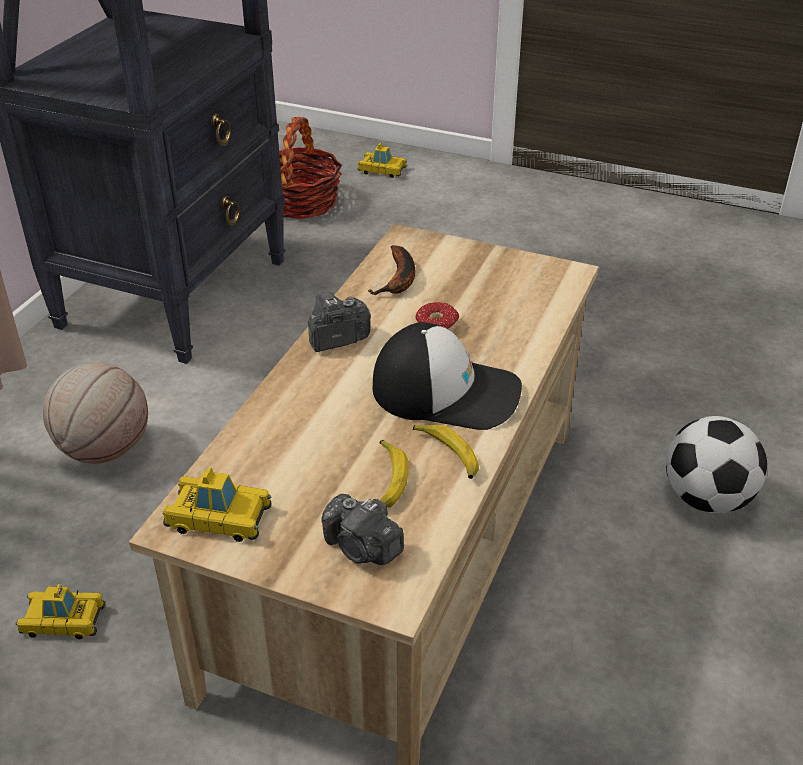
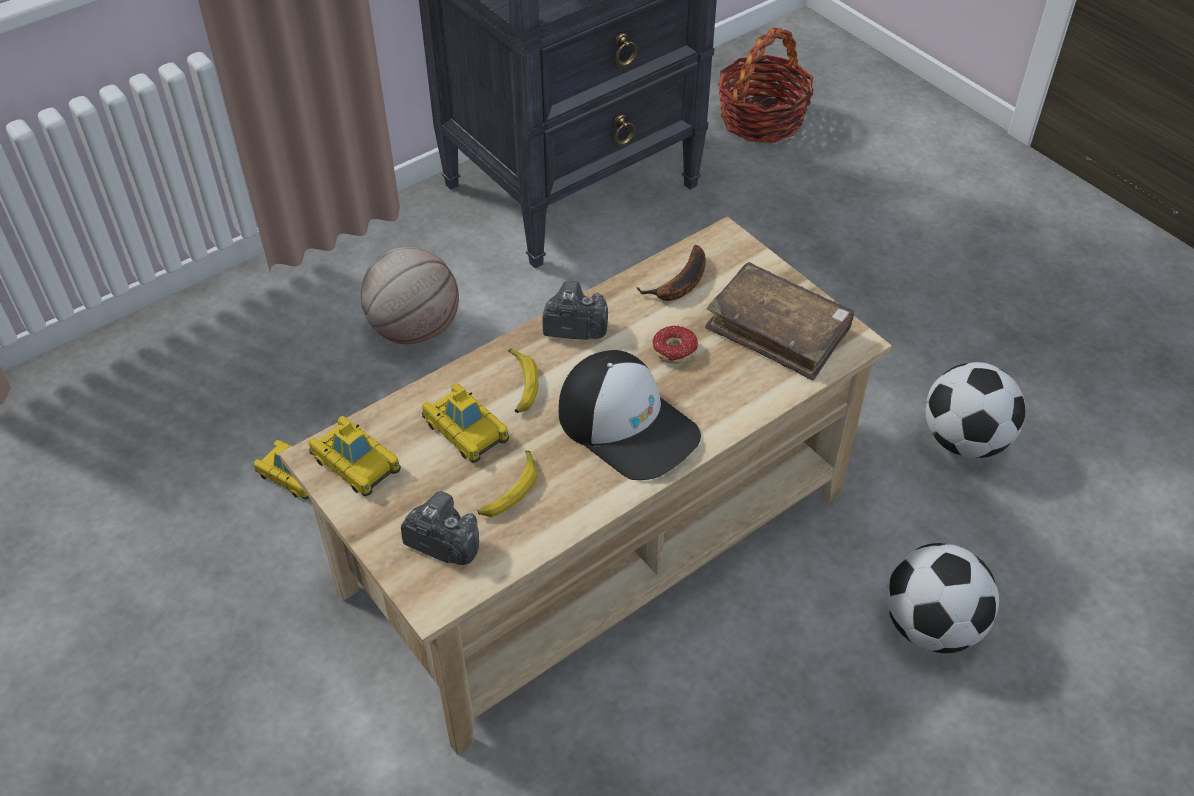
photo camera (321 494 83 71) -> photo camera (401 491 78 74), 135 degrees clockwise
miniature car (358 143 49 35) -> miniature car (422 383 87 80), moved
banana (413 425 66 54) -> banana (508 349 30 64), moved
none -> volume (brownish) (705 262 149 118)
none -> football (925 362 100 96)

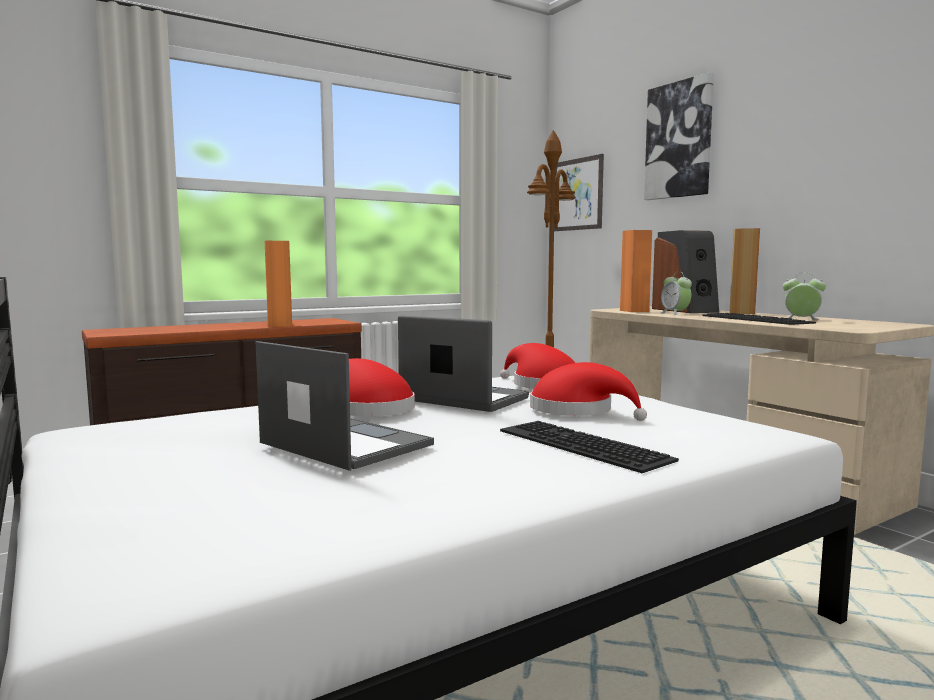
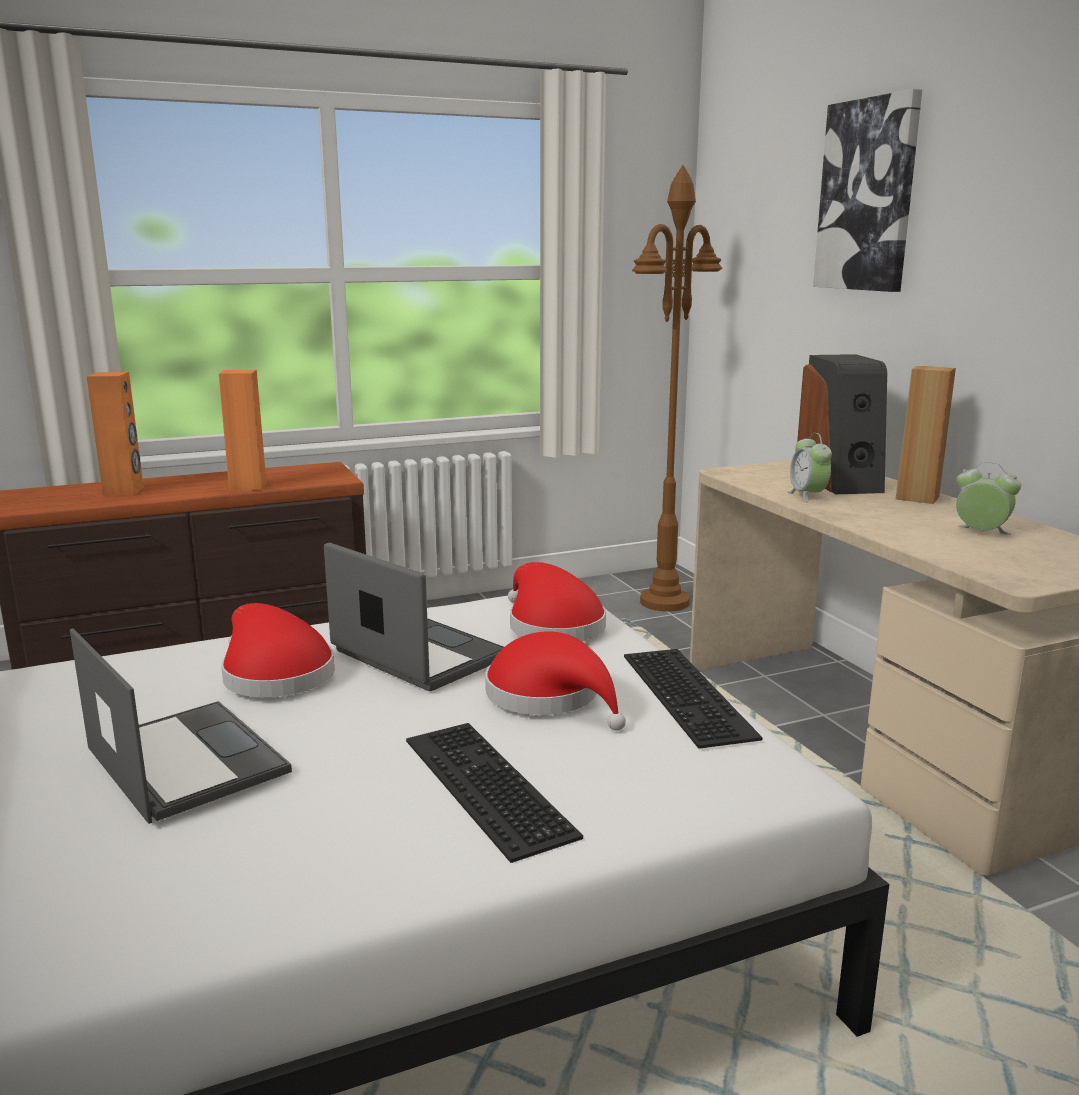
wall picture (554 154 50 77) -> none
speaker (orange-coloured) (620 230 32 82) -> speaker (orange-coloured) (87 372 57 124), moved
keyboard (703 313 113 12) -> keyboard (624 649 139 100), moved

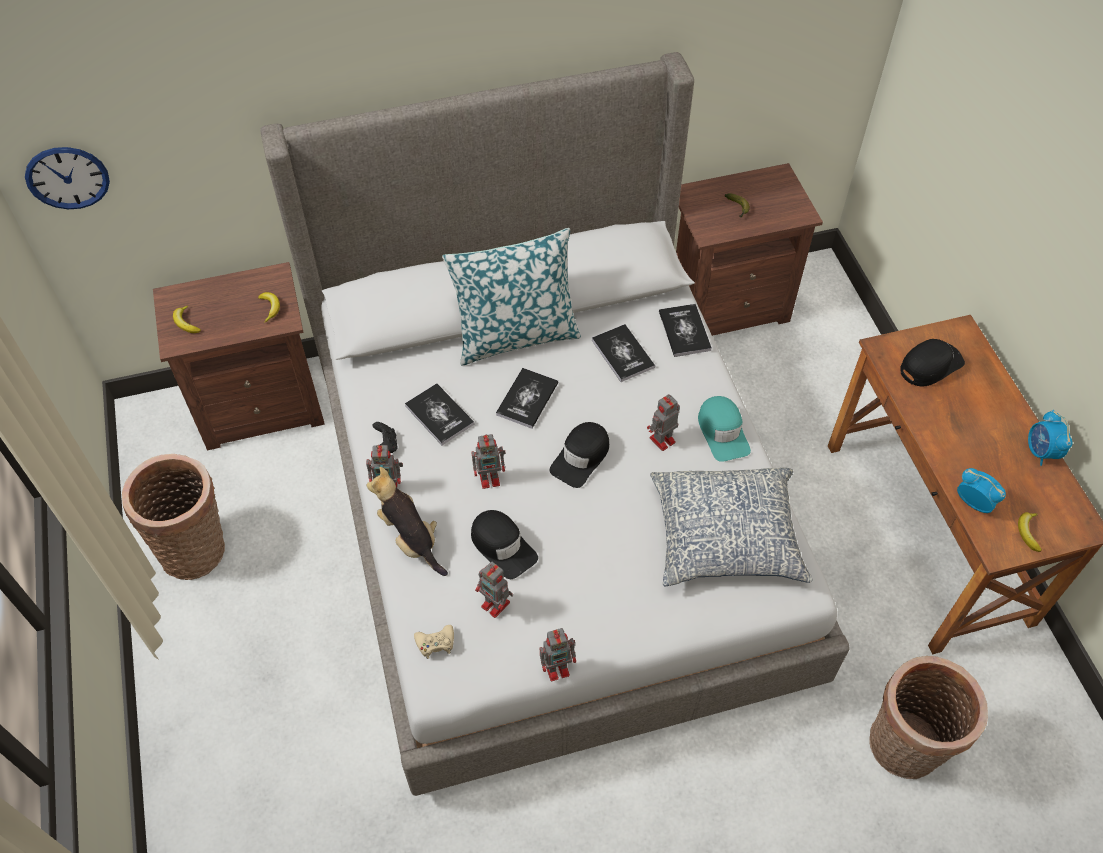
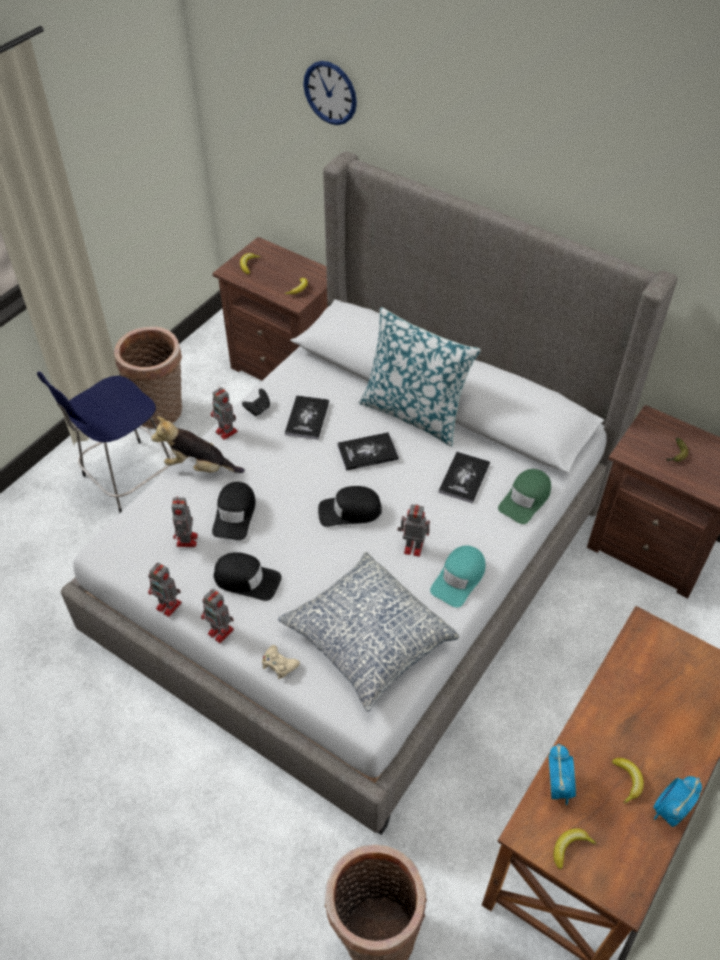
hanging clock (25 147 85 62) -> hanging clock (303 61 54 64), moved
cuddly toy (367 467 81 109) -> cuddly toy (151 416 93 57), 90 degrees counterclockwise
joypad (beige-coloured) (414 625 40 34) -> joypad (beige-coloured) (262 645 38 34), moved
robot figure (471 434 34 55) -> robot figure (201 589 33 54), moved
volume (659 304 53 53) -> cap (green-coloured) (498 469 53 55)
cap (black-coloured) (900 339 65 48) -> cap (black-coloured) (213 552 68 49), moved
none -> stool seat (blue-coloured) (37 371 137 142)
none -> banana (612 758 32 46)

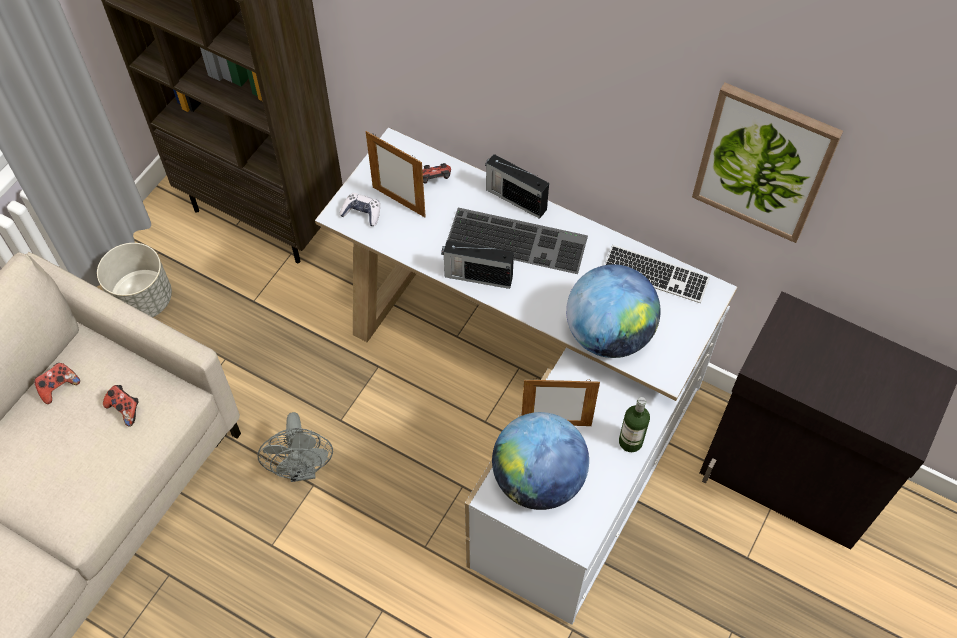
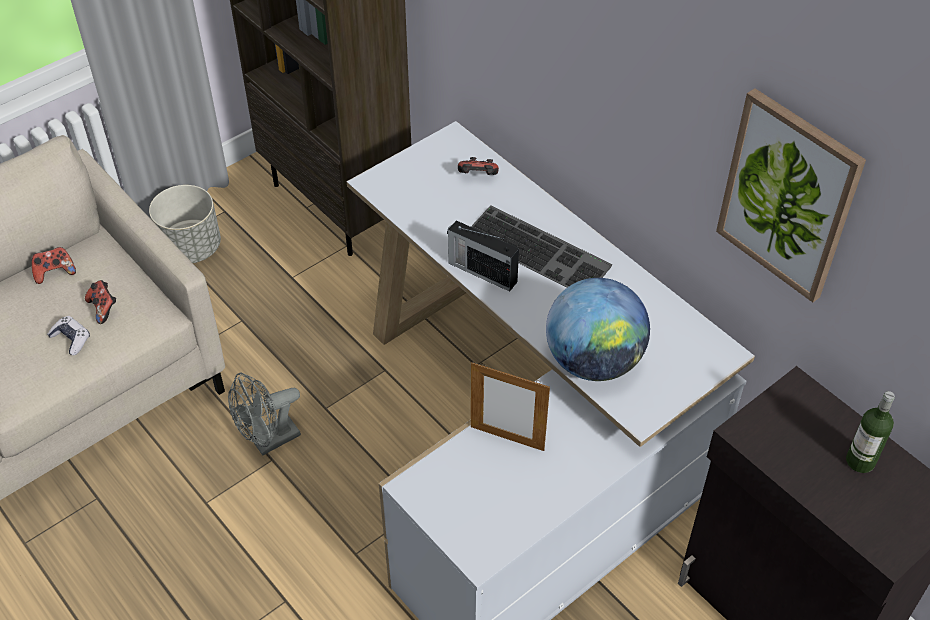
electric fan (gray) (257 412 76 70) -> electric fan (gray) (228 372 73 84), 45 degrees clockwise
joypad (339 193 41 33) -> joypad (47 316 43 39), moved
standing frame (366 131 60 86) -> none
radio receiver (485 154 64 65) -> none
world globe (492 412 97 98) -> none
keyboard (605 245 105 58) -> none
drink bottle (619 397 31 55) -> drink bottle (846 391 49 82), moved

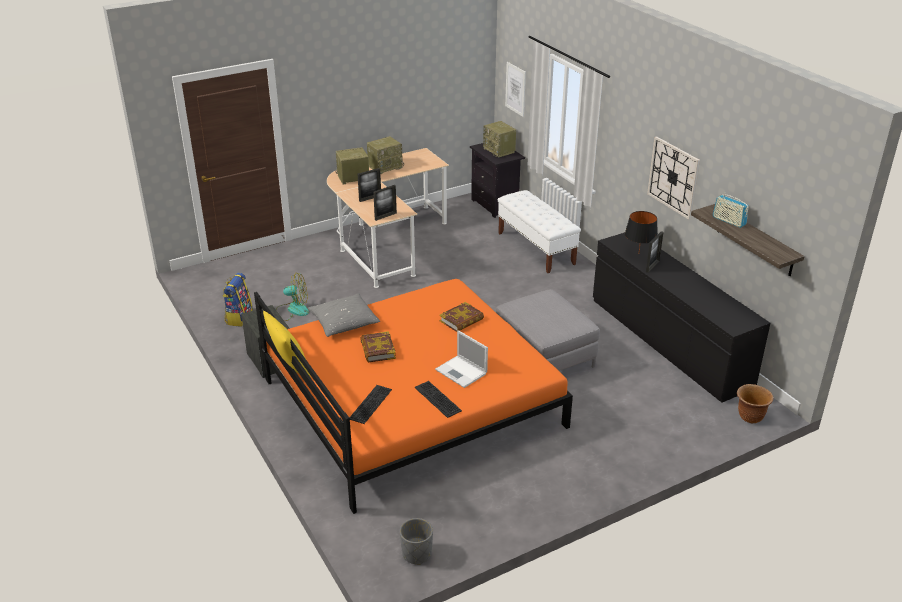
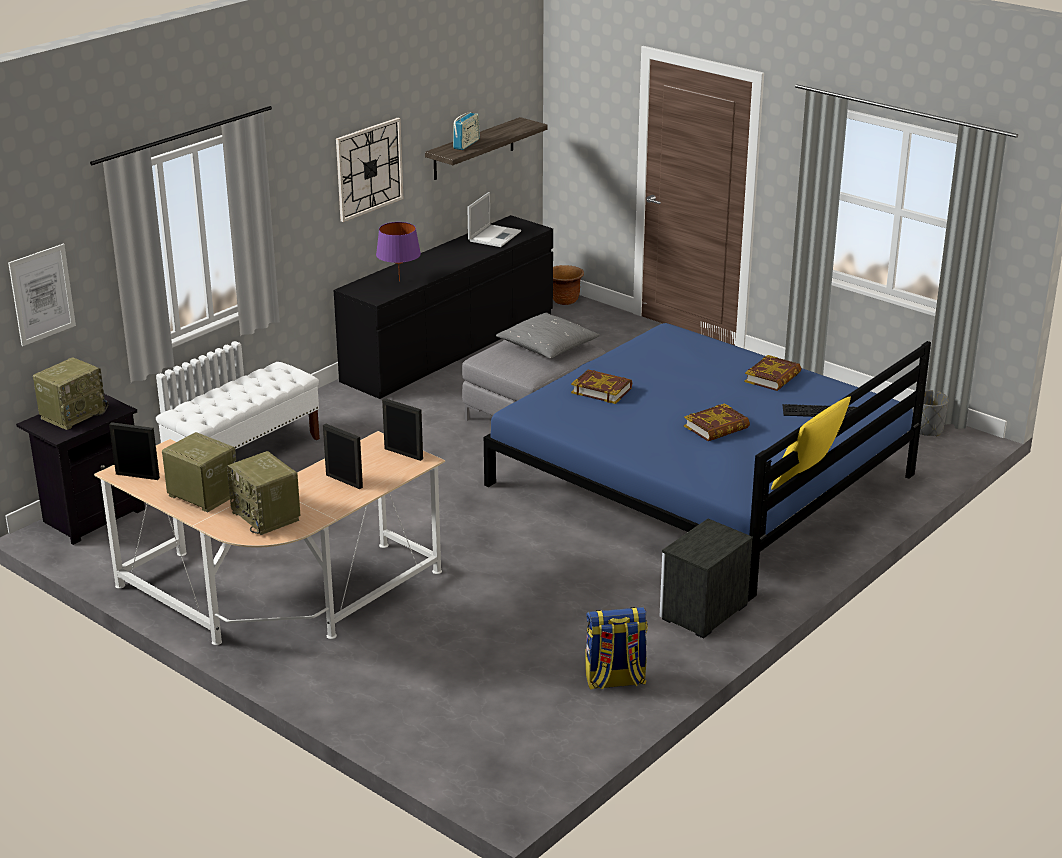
bedroom bed (orange-coloured) (254 279 319 235) -> bedroom bed (blue-coloured) (484 323 447 279)
electric fan (276 273 33 48) -> none
cushion (gray) (308 293 72 44) -> cushion (gray) (496 313 104 46), moved
keyboard (414 381 48 37) -> volume (745 355 57 36)
portable computer (435 330 53 58) -> portable computer (467 192 54 55), moved
tabletop lamp (black-coloured) (625 211 33 40) -> tabletop lamp (purplish) (376 222 45 59)
standing frame (646 231 18 42) -> standing frame (109 422 51 58), moved

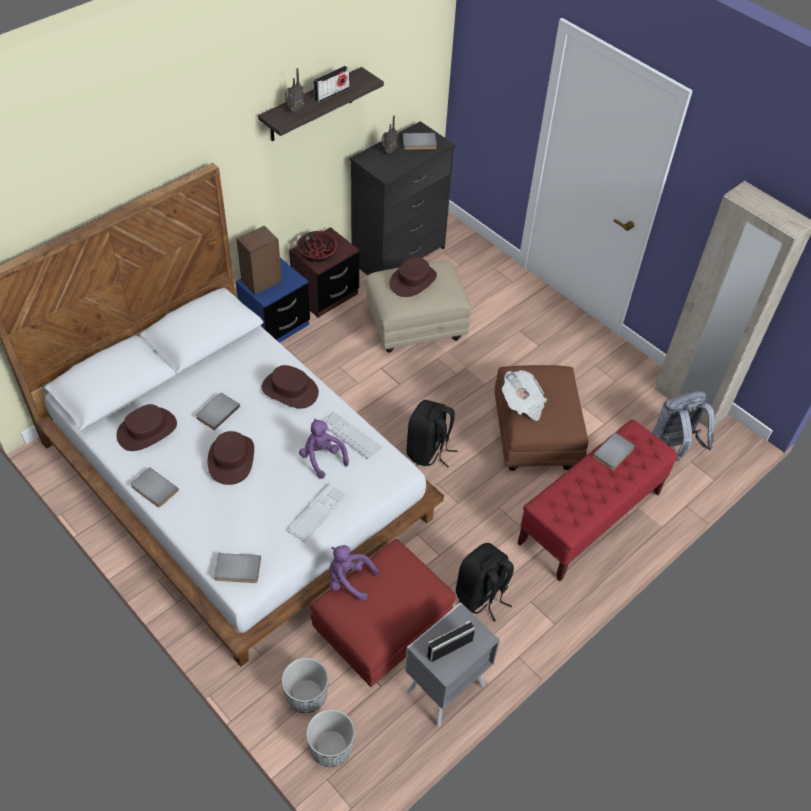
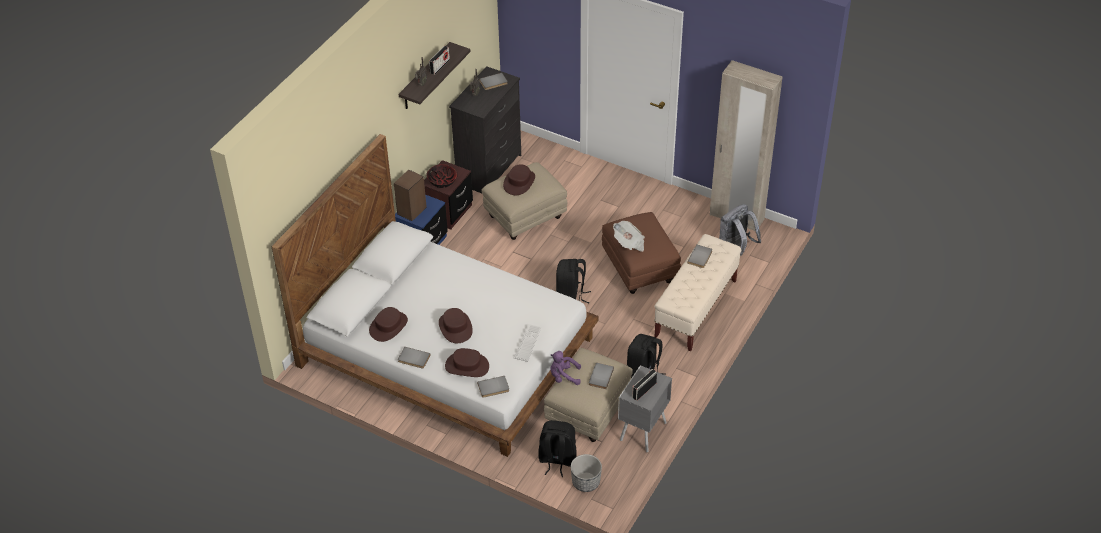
volume (gray) (196 393 44 37) -> volume (gray) (589 363 25 26), moved
clothing hat (brownish) (261 365 58 44) -> clothing hat (brownish) (445 348 44 29), moved
plant pot (282 658 47 55) -> backpack (black-coloured) (538 420 39 57)
cuddly toy (purplish) (299 419 50 60) -> none
footrest (red-coloured) (310 539 146 148) -> footrest (beige-coloured) (544 348 89 94)
keyboard (323 412 59 47) -> none
indoor bench (red-coloured) (518 420 160 161) -> indoor bench (beige-coloured) (654 234 87 117)

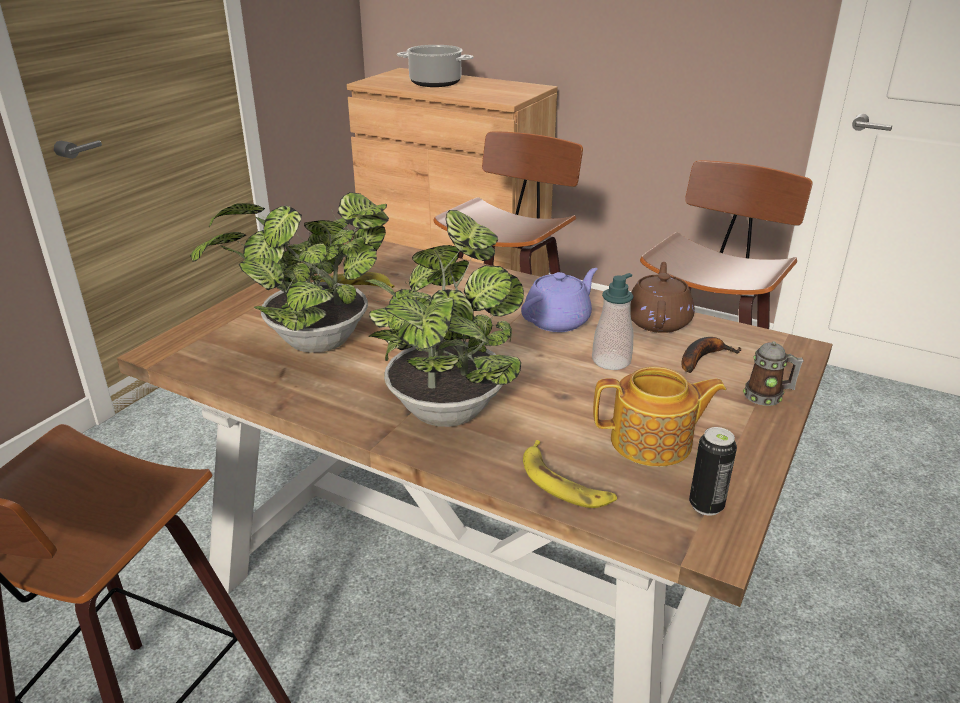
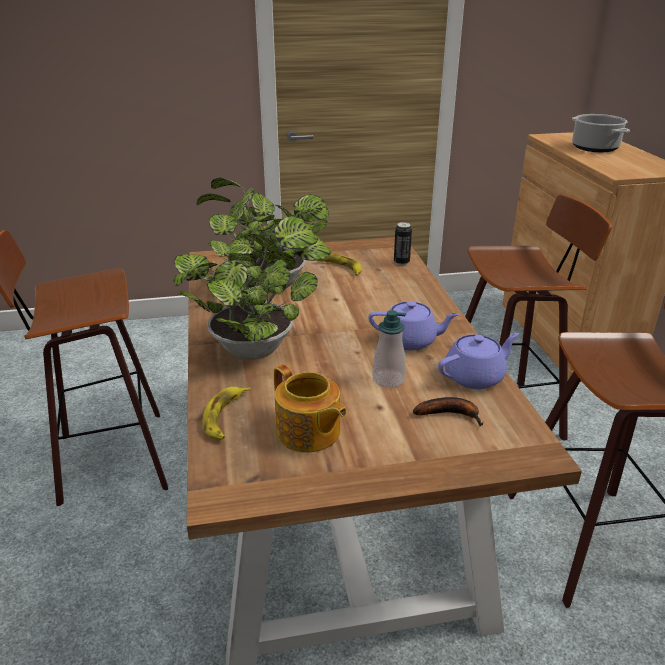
teapot (brownish) (630 262 65 71) -> teapot (purplish) (438 333 81 56)
can (689 427 48 89) -> can (394 222 18 43), moved
coffee mug (743 342 61 64) -> none

